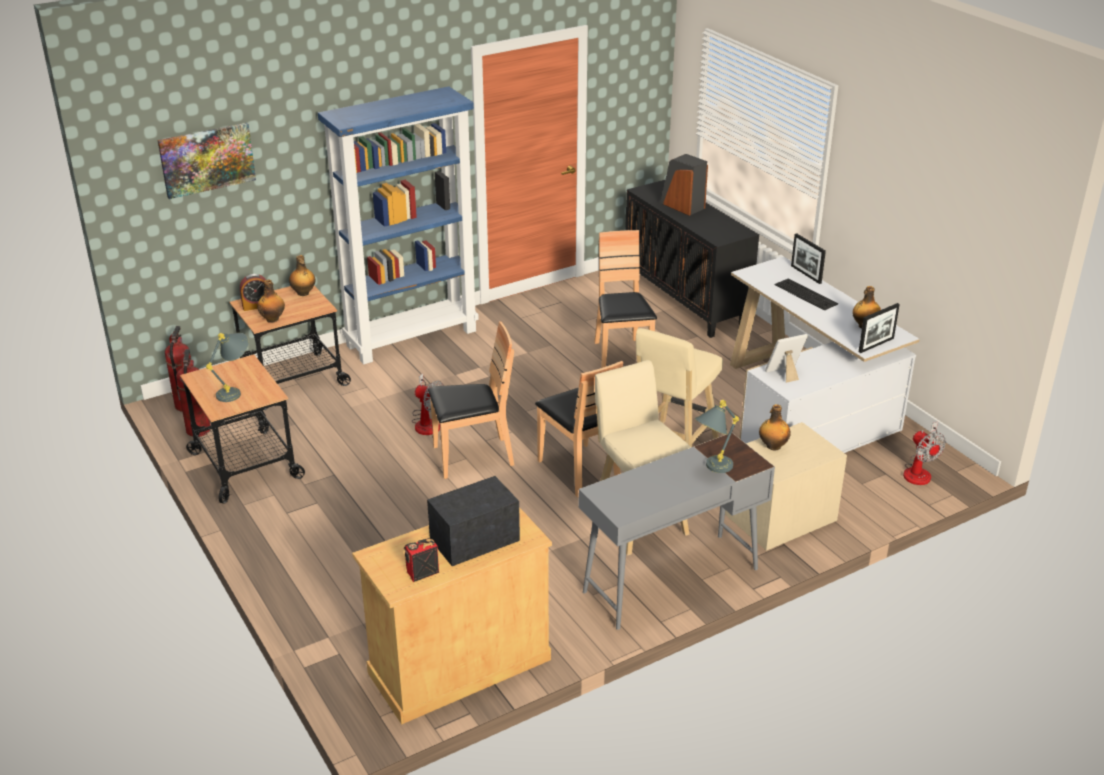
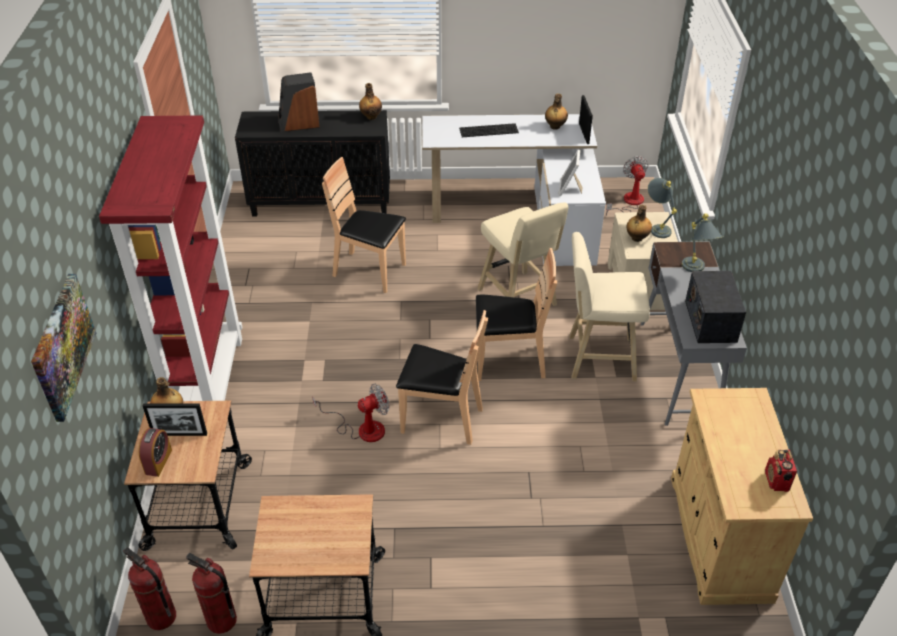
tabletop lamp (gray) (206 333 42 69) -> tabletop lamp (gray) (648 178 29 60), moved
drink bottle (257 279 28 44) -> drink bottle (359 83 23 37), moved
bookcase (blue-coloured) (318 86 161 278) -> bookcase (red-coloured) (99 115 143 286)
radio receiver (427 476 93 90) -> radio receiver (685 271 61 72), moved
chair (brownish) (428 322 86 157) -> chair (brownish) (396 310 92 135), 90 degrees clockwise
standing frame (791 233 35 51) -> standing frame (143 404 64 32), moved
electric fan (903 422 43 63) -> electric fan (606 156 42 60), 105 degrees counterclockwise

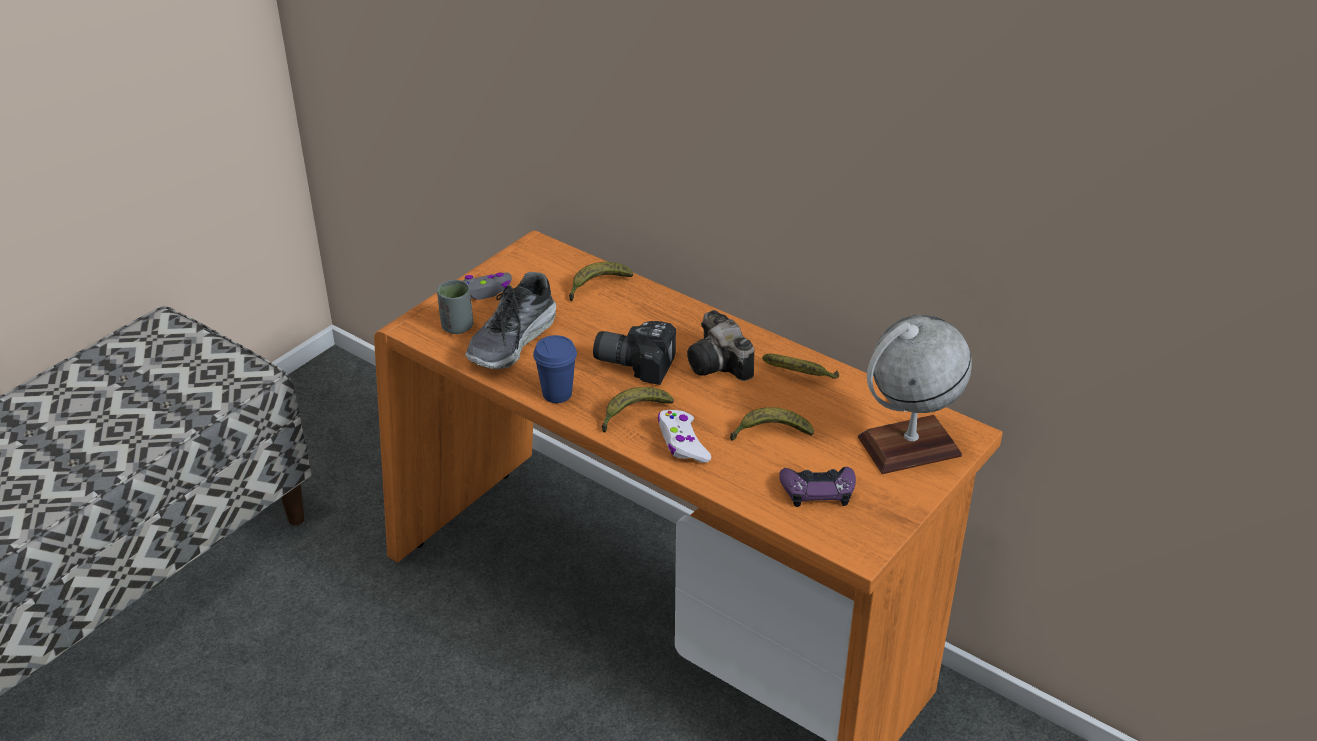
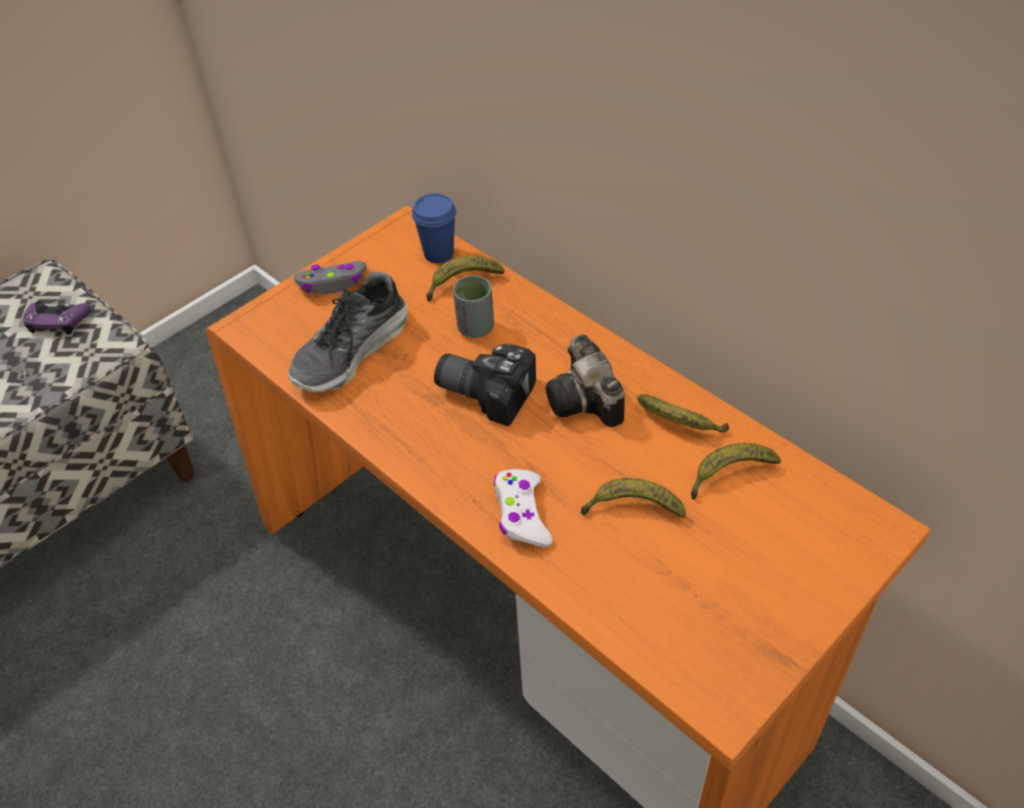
cup (gray) (437 280 36 54) -> cup (gray) (453 275 41 63), moved
cup (blue-coloured) (533 335 44 68) -> cup (blue-coloured) (412 193 44 70), moved
banana (602 387 72 45) -> banana (691 443 90 56), moved
joypad (purplish) (779 467 77 40) -> joypad (purplish) (23 301 68 34), moved
world globe (858 315 114 159) -> none

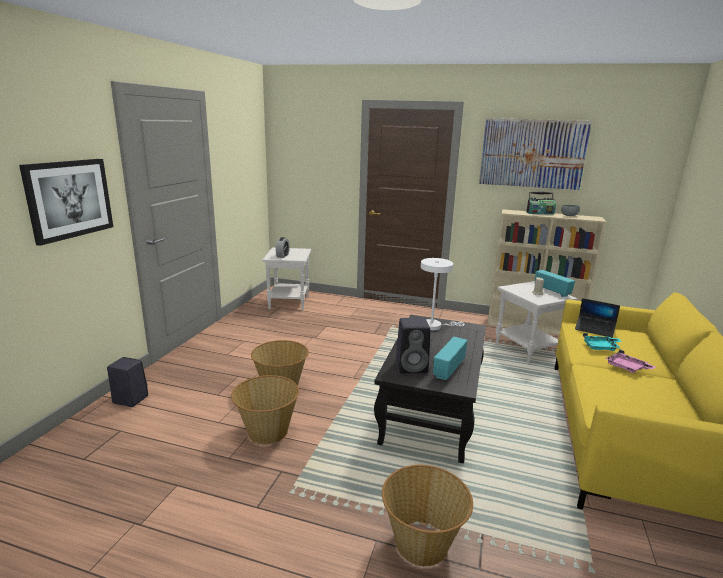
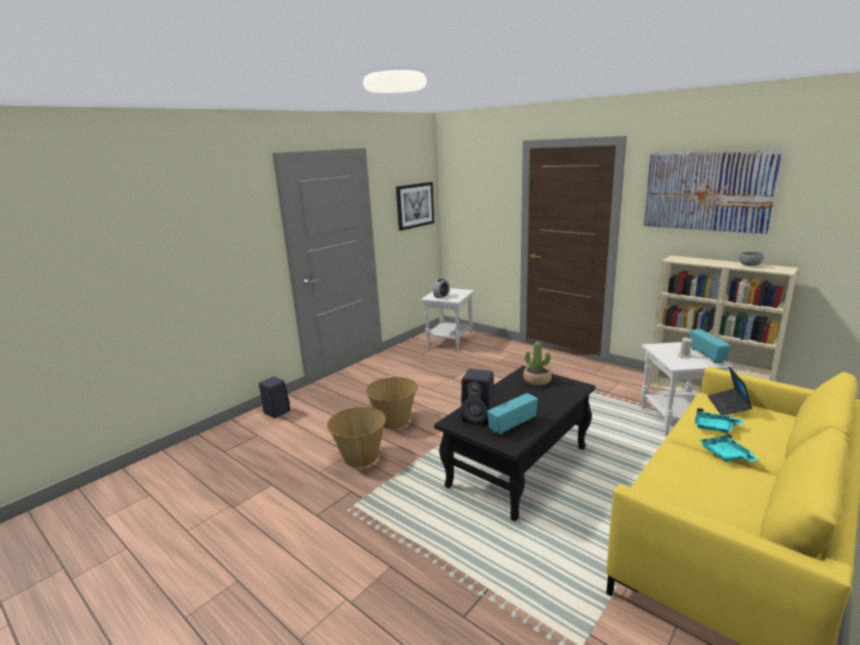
wall picture (19 159 94 87) -> wall picture (396 182 38 49), moved
household basket (382 465 91 102) -> none
tabletop lamp (white) (421 258 44 72) -> potted plant (523 342 29 43)
radio receiver (526 191 30 24) -> none
portable computer (575 298 45 40) -> portable computer (708 366 44 49), 45 degrees clockwise
tray (pinkish) (605 350 51 23) -> tray (turquoise-coloured) (699 433 61 29)

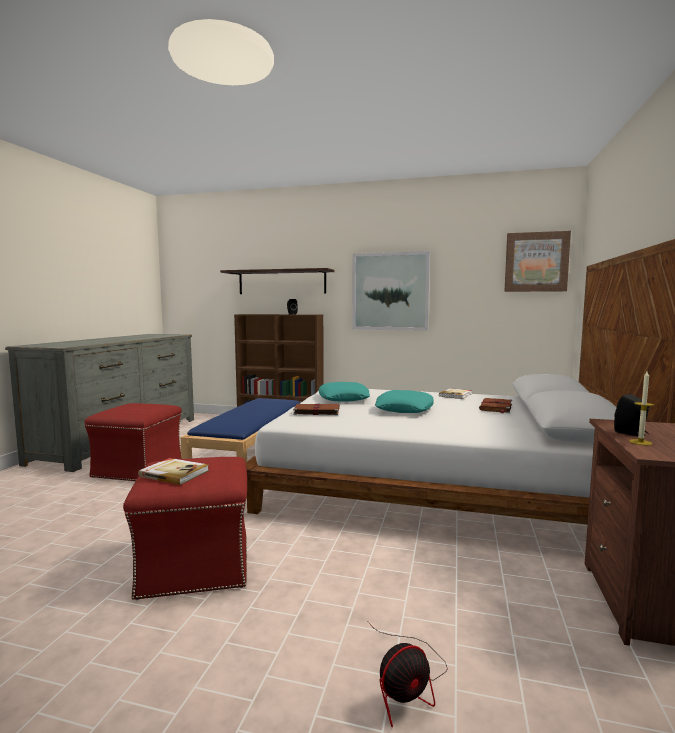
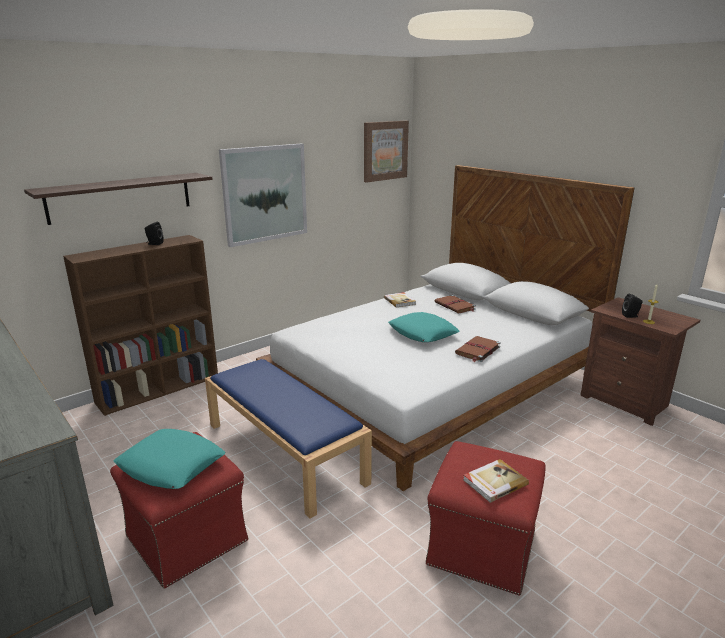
volume (brownish) (293 404 46 11) -> volume (brownish) (455 336 46 26), moved
cushion (turquoise-coloured) (319 382 51 20) -> cushion (turquoise-coloured) (114 429 112 60), moved
electric fan (367 621 81 106) -> none

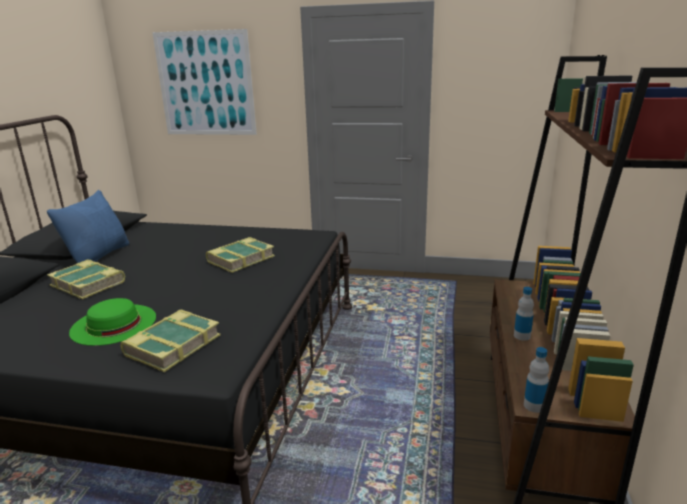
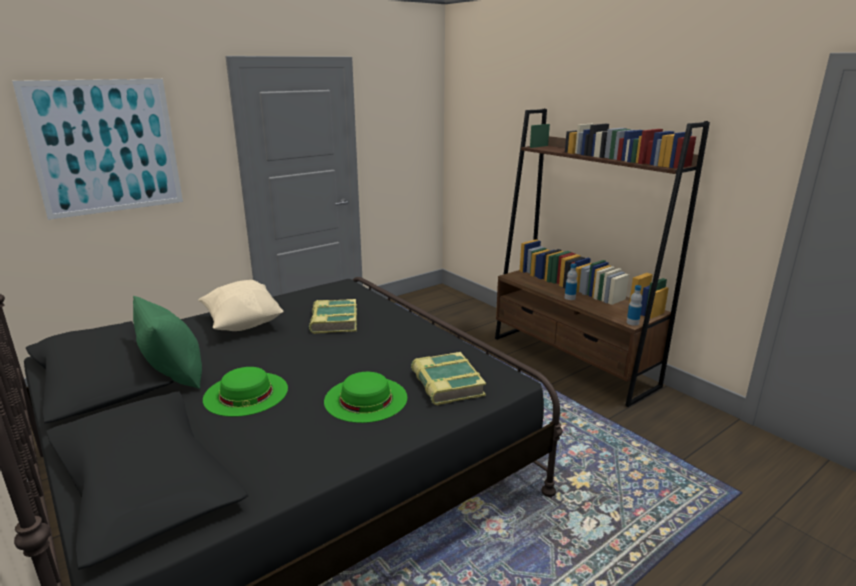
cushion (blue-coloured) (47 190 82 73) -> cushion (green-coloured) (133 296 69 93)
volume (47 259 79 40) -> clothing hat (green-coloured) (203 367 85 50)
none -> cushion (beige-coloured) (198 280 86 51)

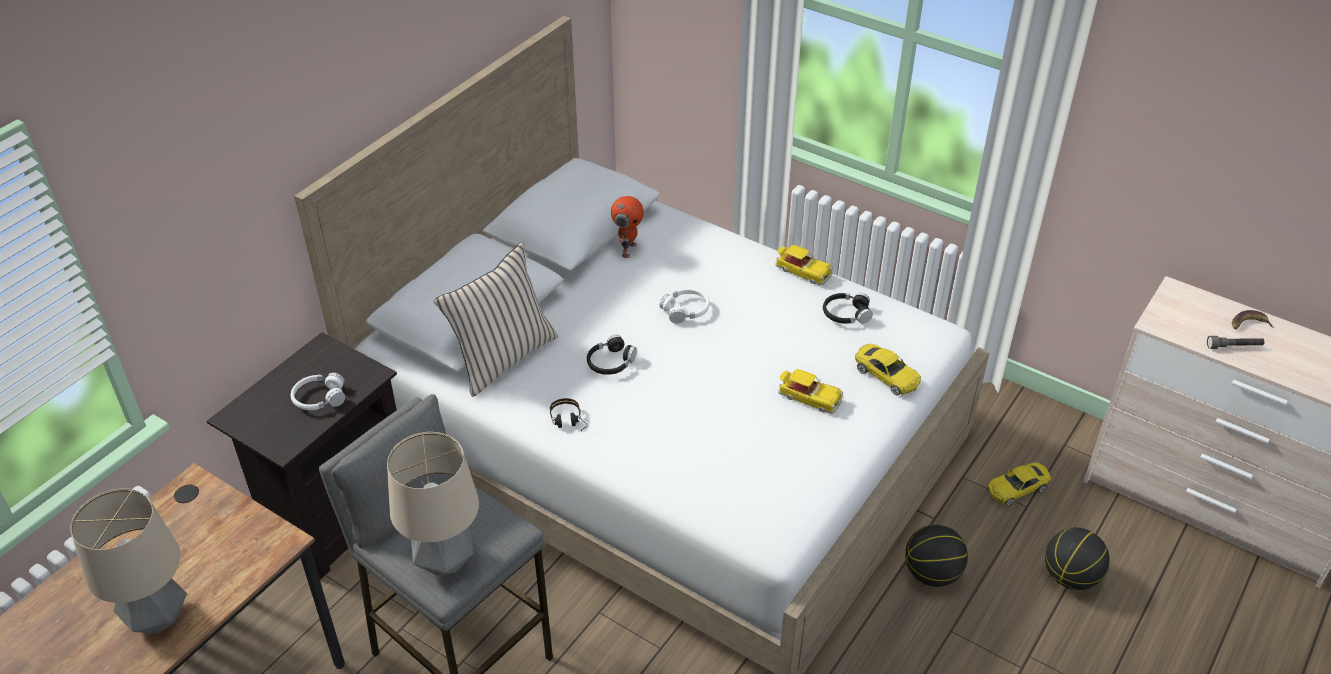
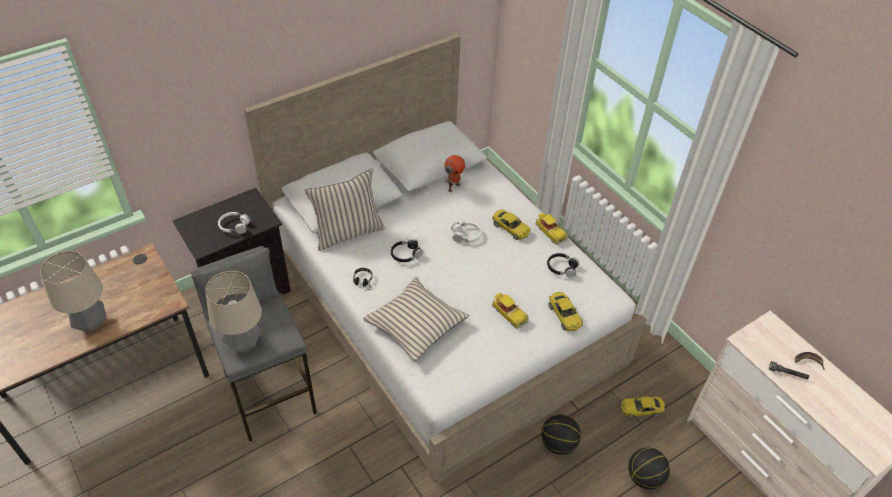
none -> cushion (beige-coloured) (362 277 107 85)
none -> miniature car (yellowish) (492 209 39 31)

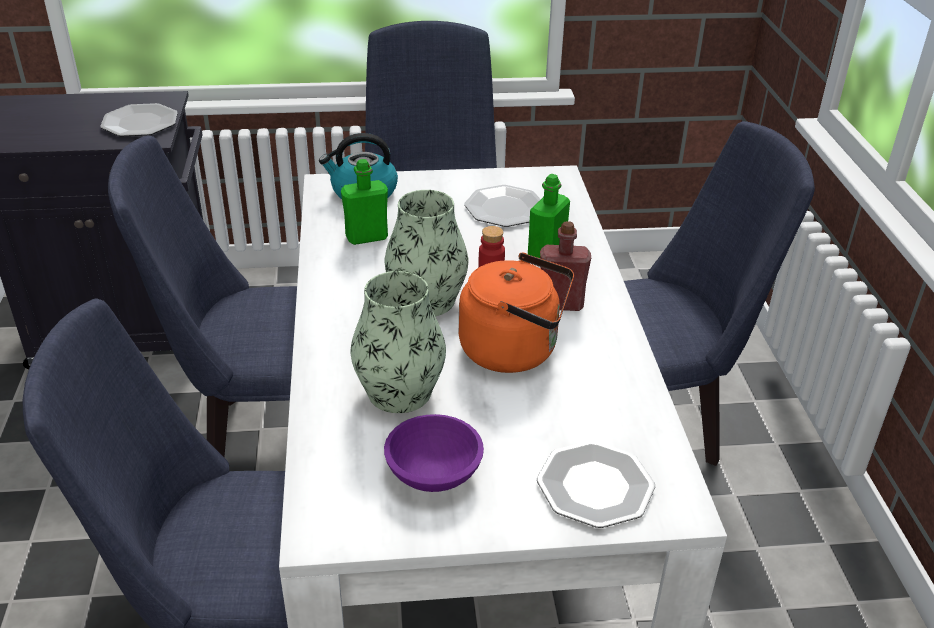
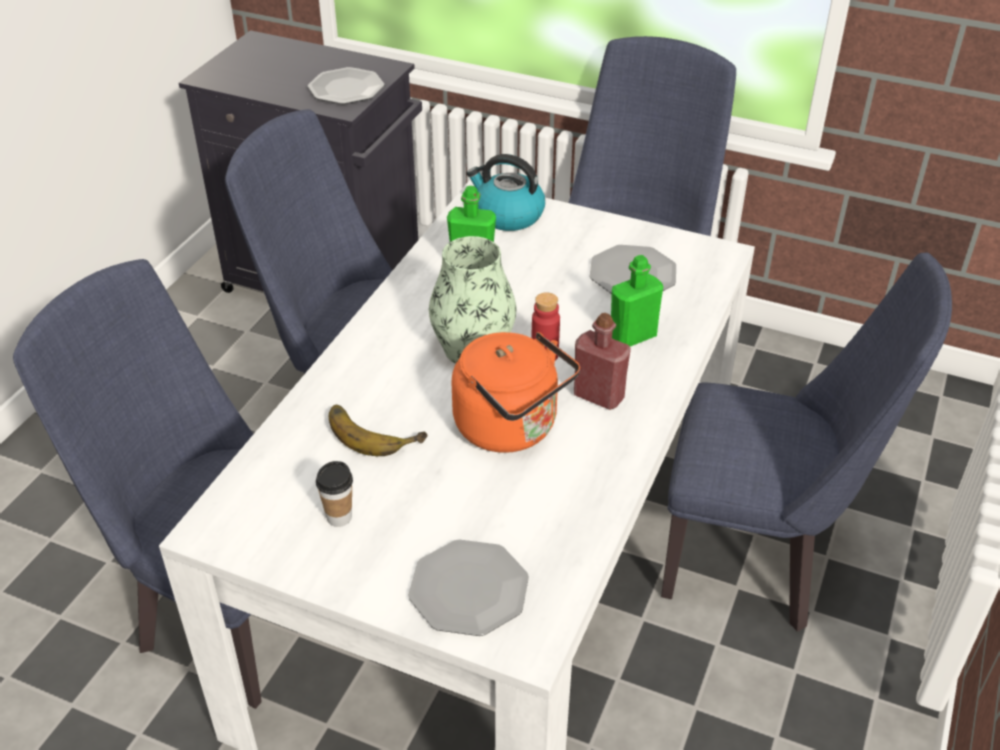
flower vase (350 271 96 142) -> banana (329 404 99 52)
deep dish (purplish) (384 414 100 78) -> cup (316 461 37 66)

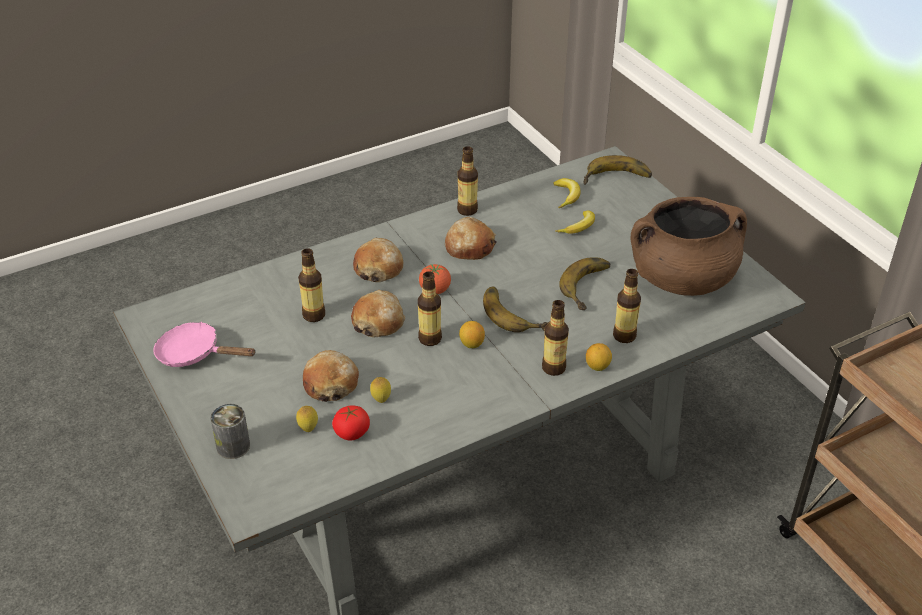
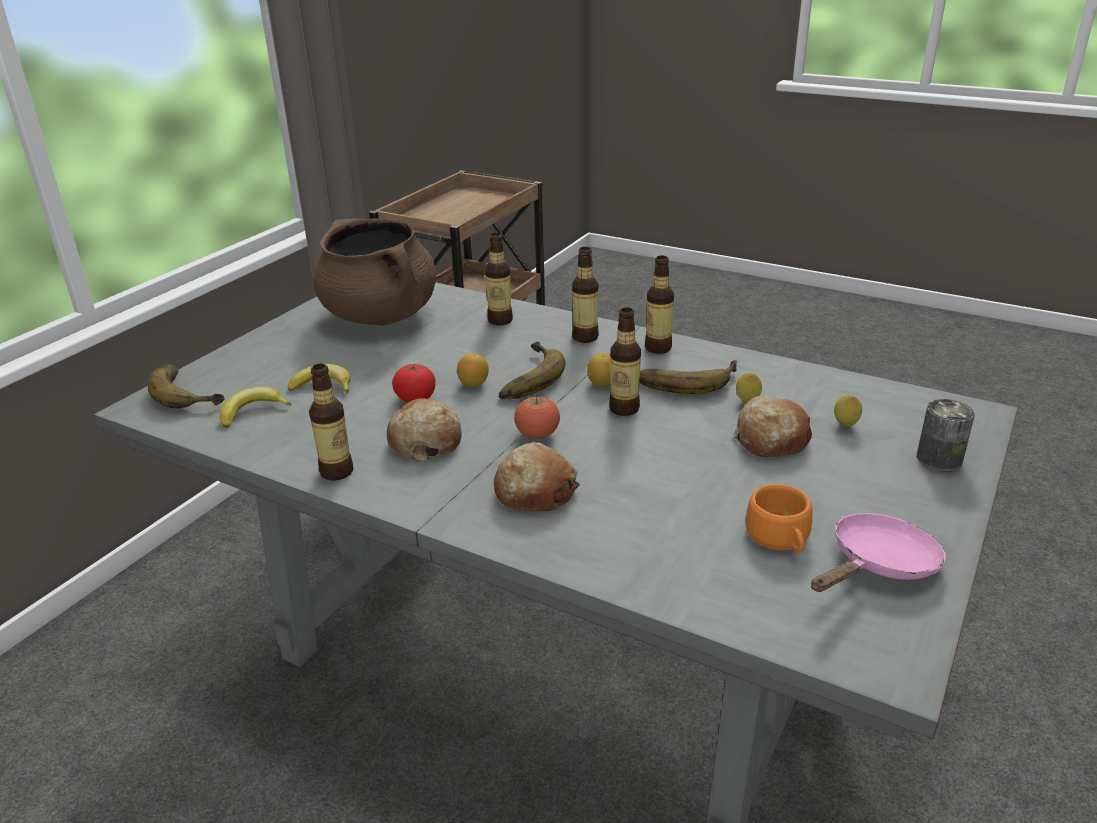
frying pan (pinkish) (153 322 103 45) -> frying pan (pinkish) (811 513 135 79), 120 degrees counterclockwise
drink bottle (298 248 27 74) -> drink bottle (645 255 29 99), moved
fresh tomato (332 405 38 36) -> fresh tomato (392 364 43 39), moved
bakery bread (351 290 54 47) -> none
banana (559 257 51 53) -> banana (639 360 98 34), moved
lemon (586 343 26 28) -> lemon (457 353 32 34), moved
none -> cup (orange-coloured) (745 484 67 68)

